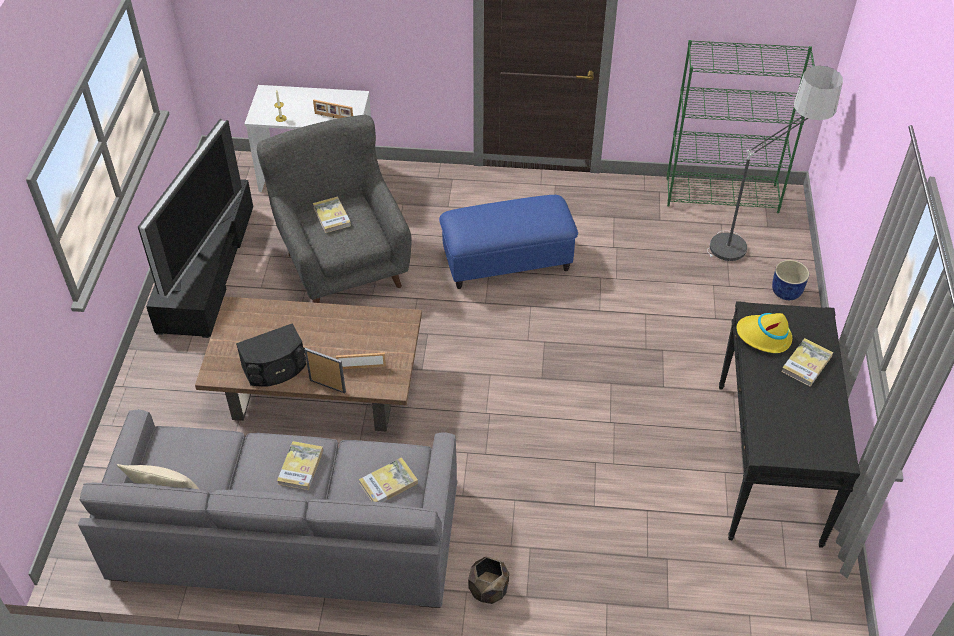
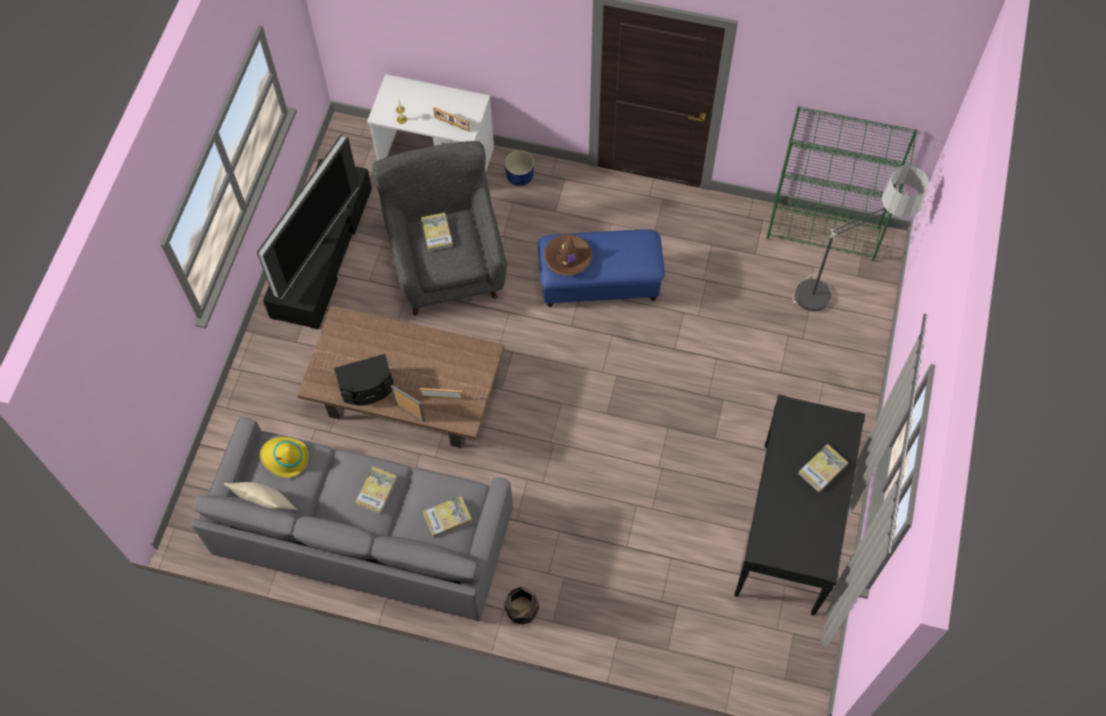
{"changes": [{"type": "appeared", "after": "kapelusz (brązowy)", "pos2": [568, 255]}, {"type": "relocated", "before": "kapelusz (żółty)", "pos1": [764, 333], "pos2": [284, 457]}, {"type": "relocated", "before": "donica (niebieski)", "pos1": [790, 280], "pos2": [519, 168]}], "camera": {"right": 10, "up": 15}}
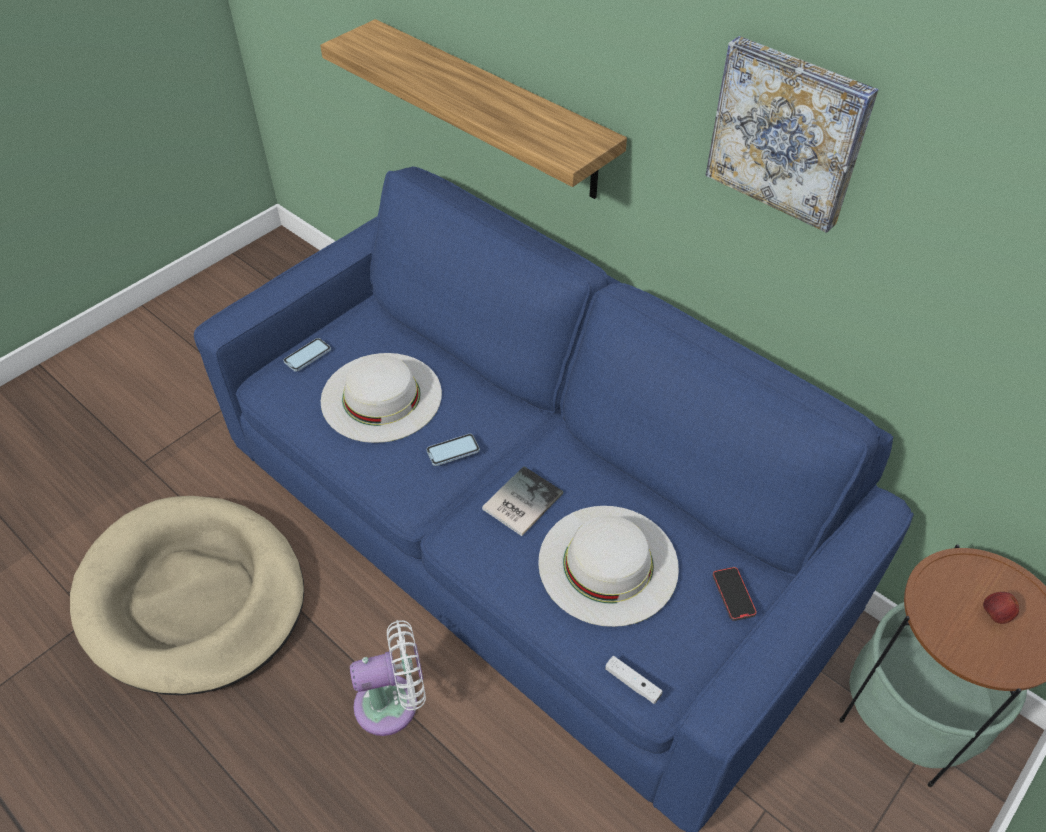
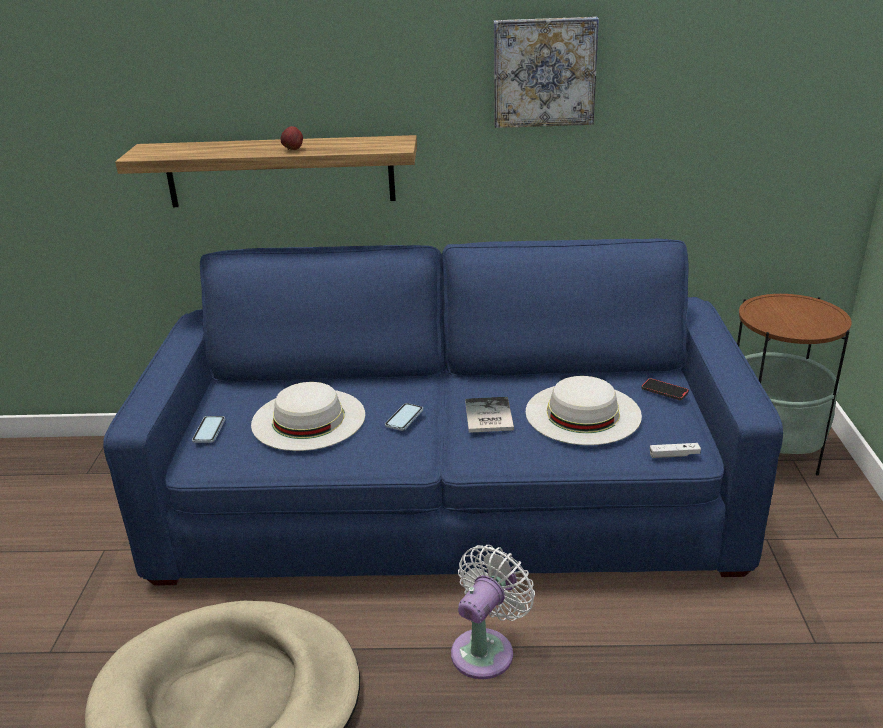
{"changes": [{"type": "relocated", "before": "jabłko", "pos1": [1001, 608], "pos2": [292, 138]}], "camera": {"right": -40, "up": -20}}
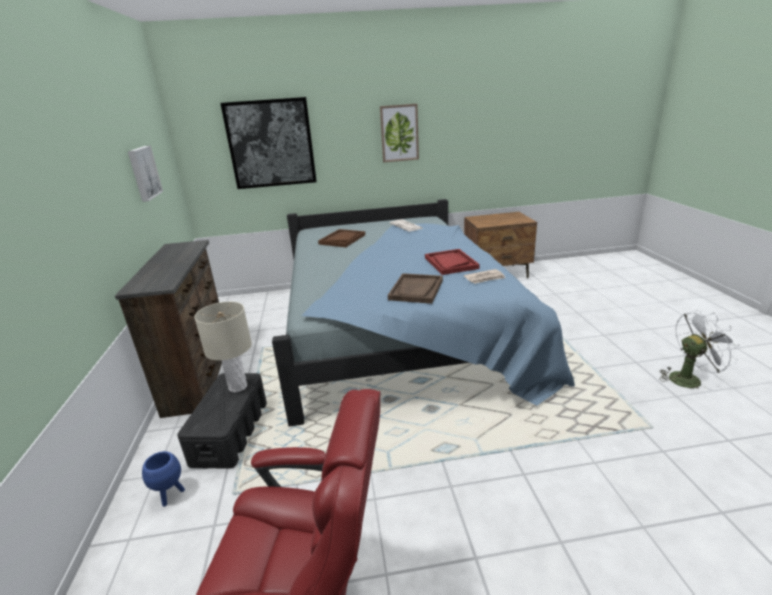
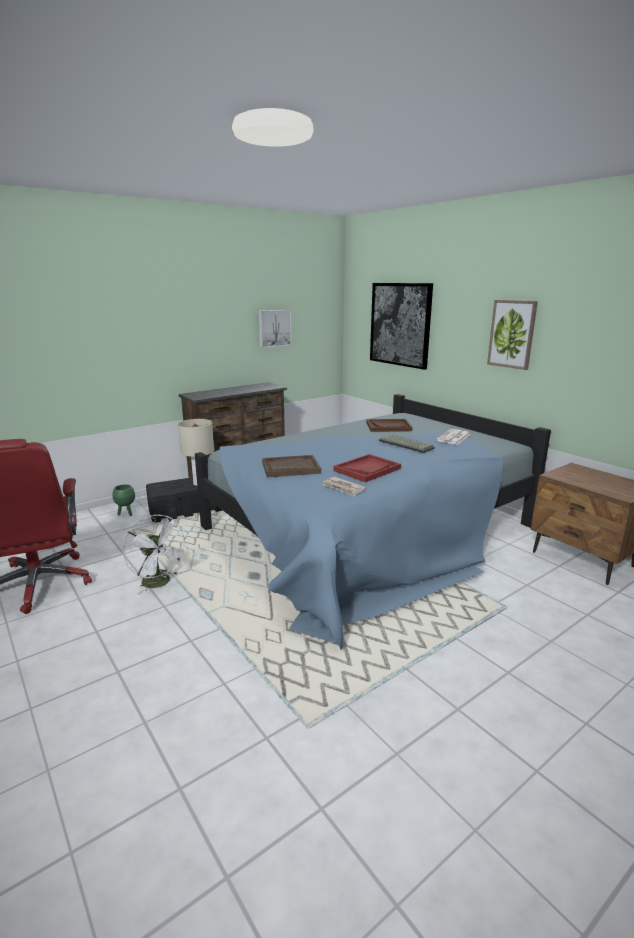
{"changes": [{"type": "appeared", "after": "klawiatura", "pos2": [407, 443]}, {"type": "relocated", "before": "wentylator (biały)", "pos1": [700, 351], "pos2": [155, 555]}, {"type": "colour", "before": "donica (niebieski)", "after": "donica (zielony)", "pos1": [163, 479], "pos2": [124, 500]}], "camera": {"right": 60, "up": -5}}
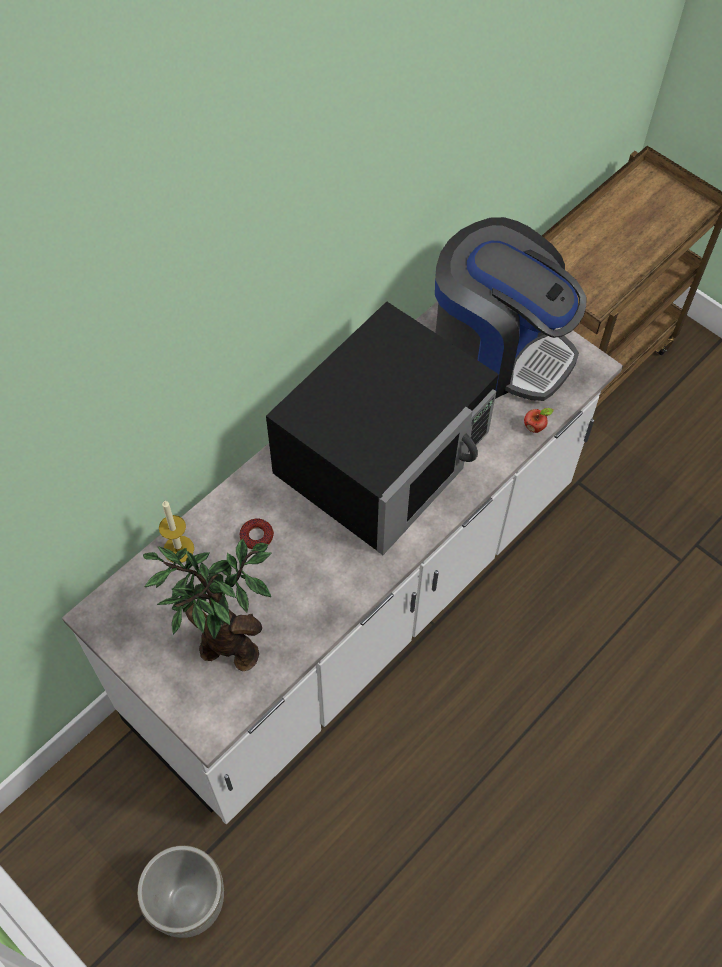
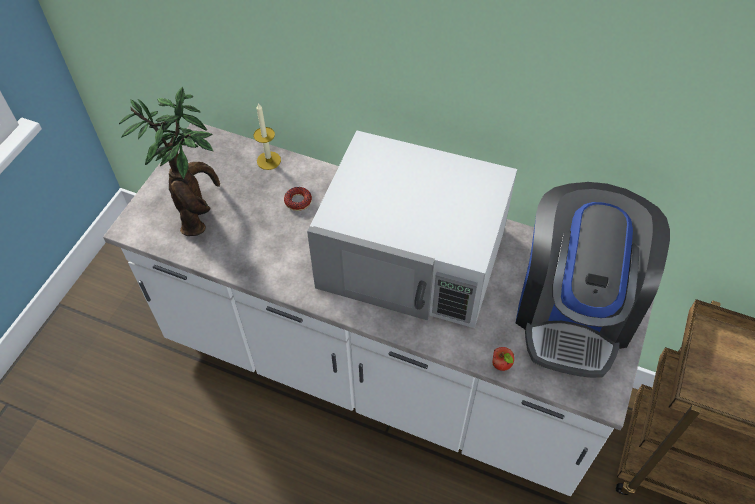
{"changes": [{"type": "missing", "before": "donica (szary)", "pos1": [180, 891]}, {"type": "colour", "before": "mikrofalówka (czarny)", "after": "mikrofalówka (biały)", "pos1": [382, 428], "pos2": [412, 229]}], "camera": {"right": 70, "up": -5}}
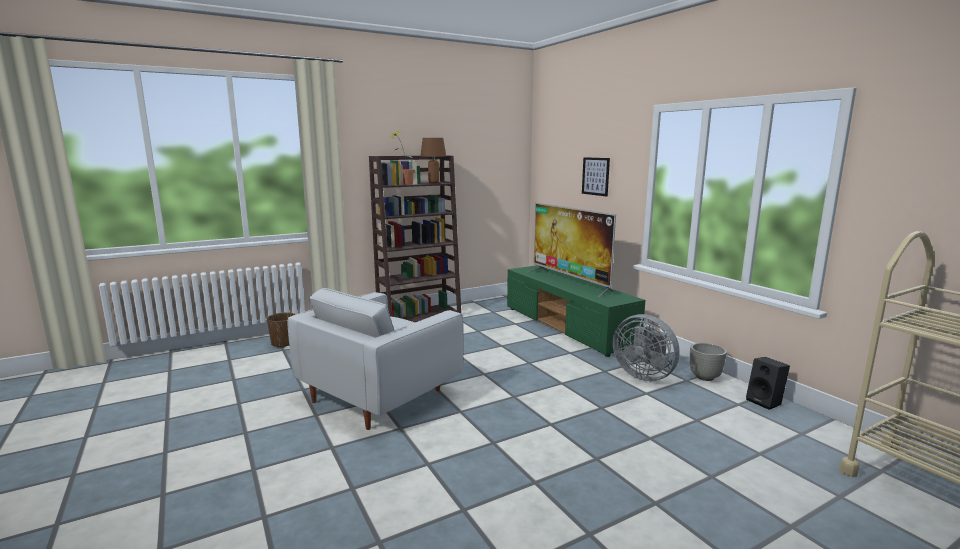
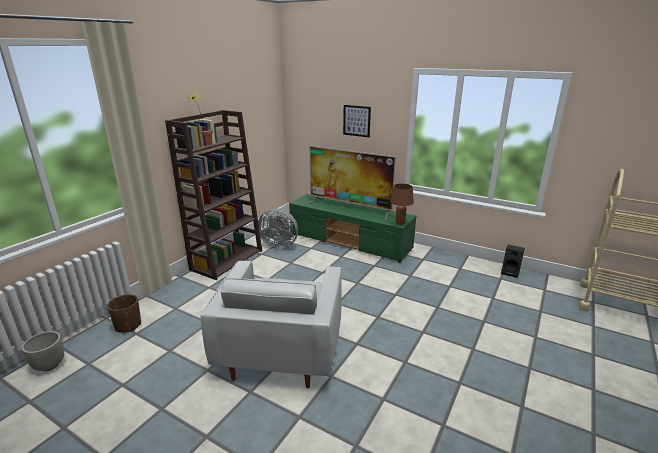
{"changes": [{"type": "relocated", "before": "lampa stołowa (brązowy)", "pos1": [433, 160], "pos2": [402, 204]}, {"type": "relocated", "before": "wentylator (szary)", "pos1": [646, 347], "pos2": [278, 228]}, {"type": "relocated", "before": "donica (szary)", "pos1": [708, 362], "pos2": [42, 351]}], "camera": {"right": -30, "up": 10}}
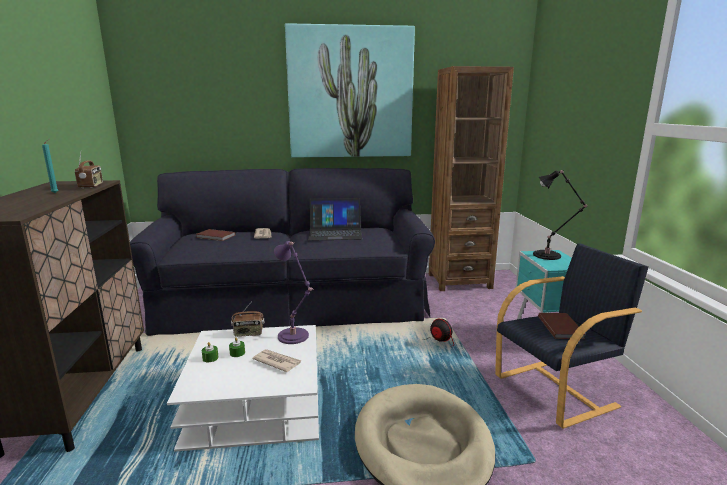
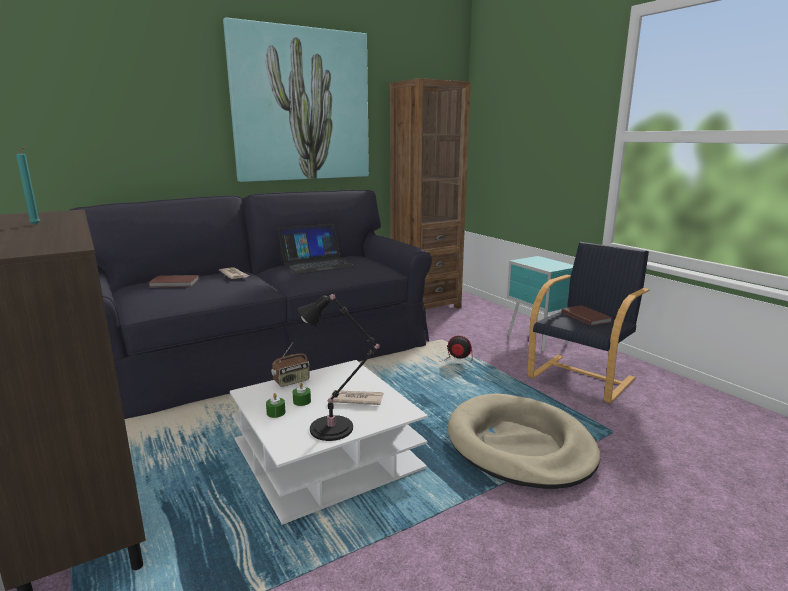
{"changes": [{"type": "missing", "before": "radio", "pos1": [89, 170]}, {"type": "missing", "before": "lampa stołowa (fioletowy)", "pos1": [294, 292]}, {"type": "relocated", "before": "lampa stołowa (czarny)", "pos1": [560, 215], "pos2": [338, 367]}], "camera": {"right": -25, "up": 0}}
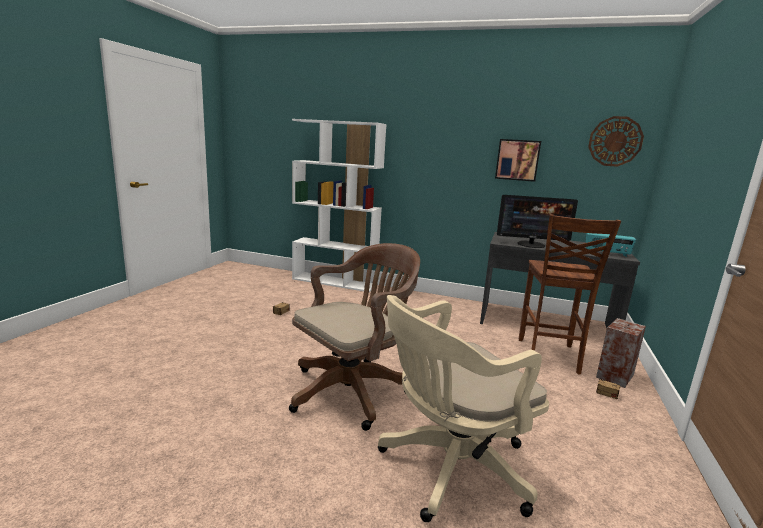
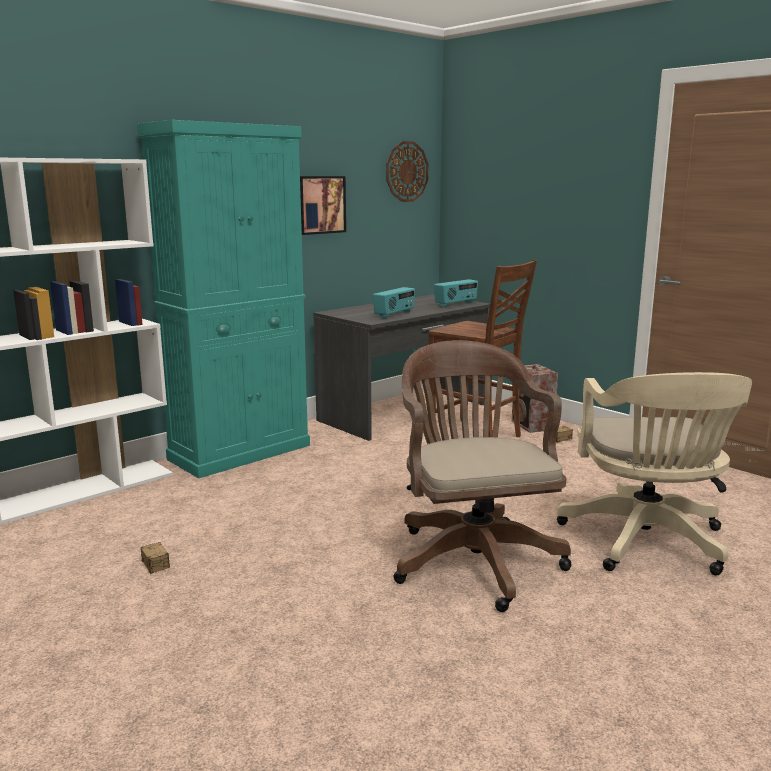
{"changes": [{"type": "appeared", "after": "szafka (turkusowy)", "pos2": [223, 299]}, {"type": "exchanged", "before": "monitor", "after": "radio", "pos1": [537, 221], "pos2": [394, 302]}], "camera": {"right": -60, "up": 0}}
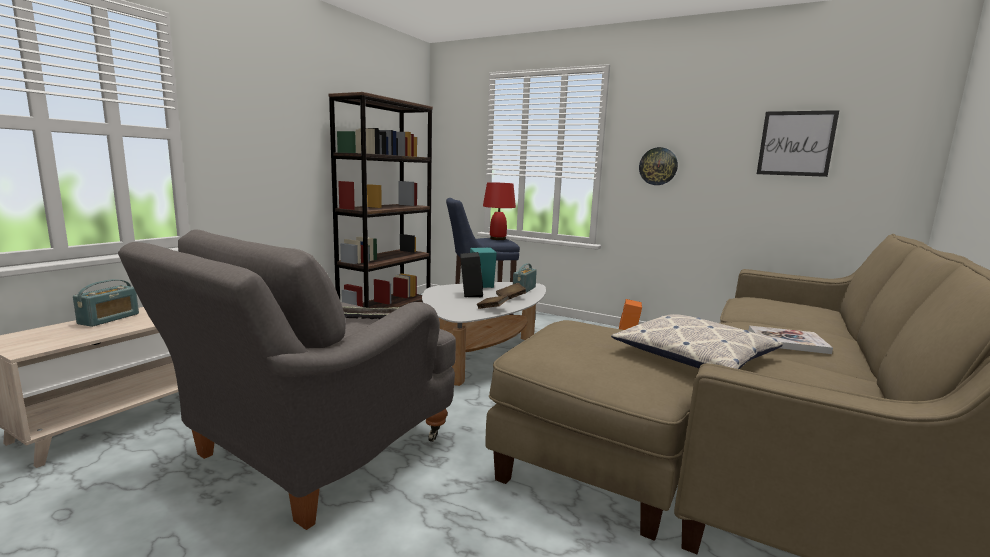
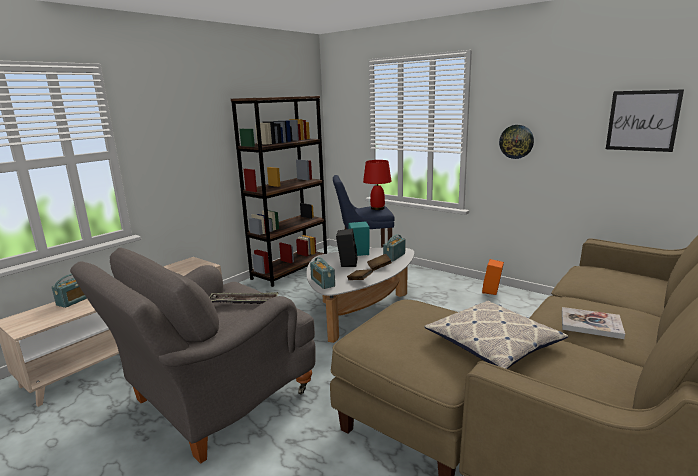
{"changes": [{"type": "appeared", "after": "radio", "pos2": [322, 273]}], "camera": {"right": 10, "up": 5}}
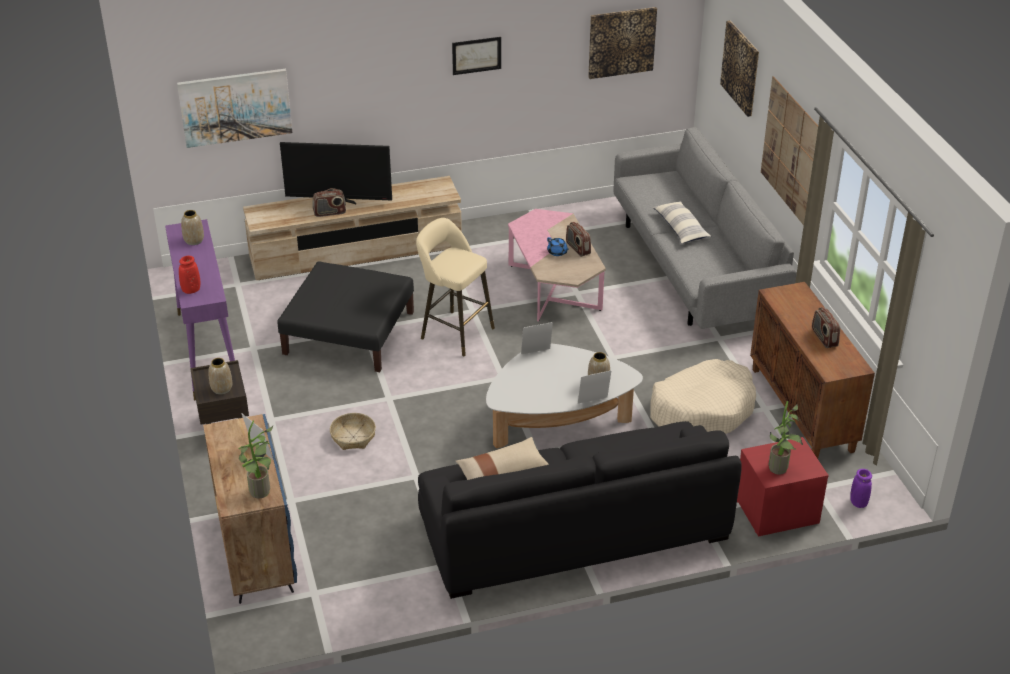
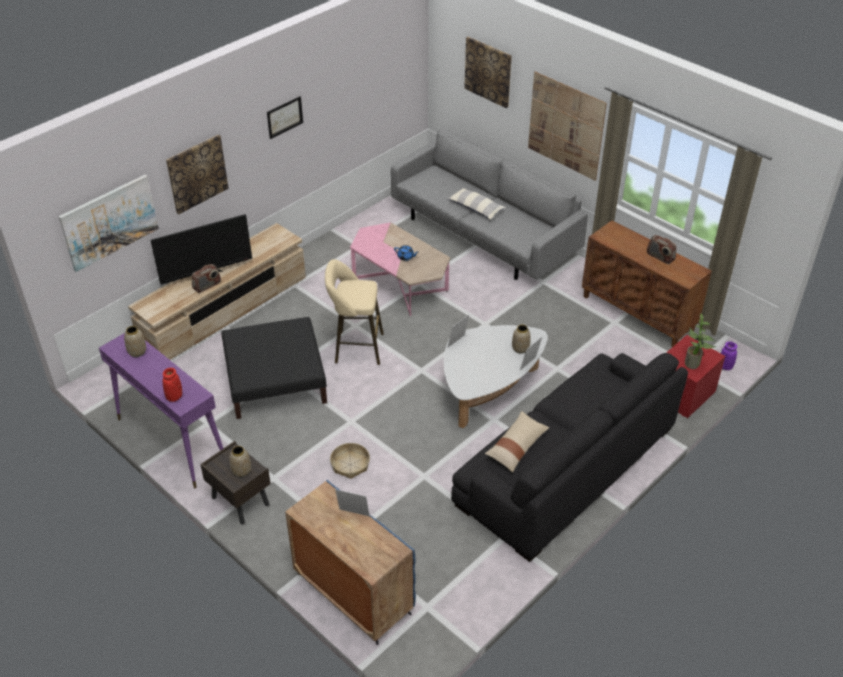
{"changes": [{"type": "missing", "before": "roślina doniczkowa", "pos1": [256, 460]}, {"type": "missing", "before": "radio", "pos1": [578, 239]}, {"type": "missing", "before": "legowisko (beżowy)", "pos1": [703, 396]}, {"type": "relocated", "before": "obraz", "pos1": [622, 43], "pos2": [197, 174]}], "camera": {"right": -30, "up": 5}}
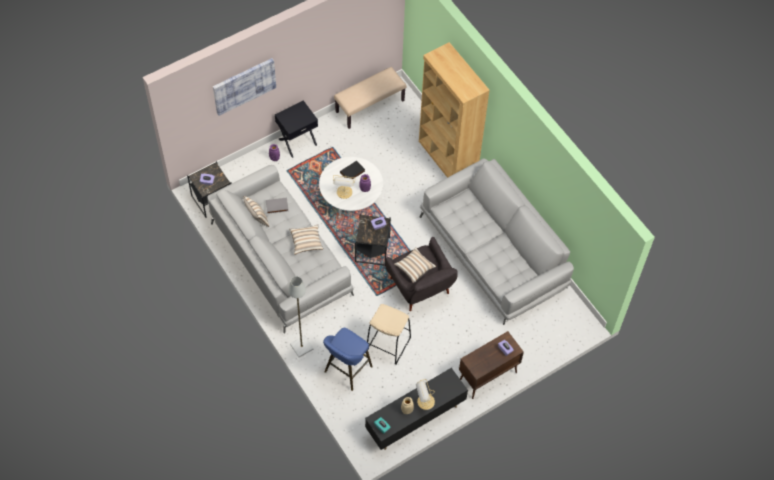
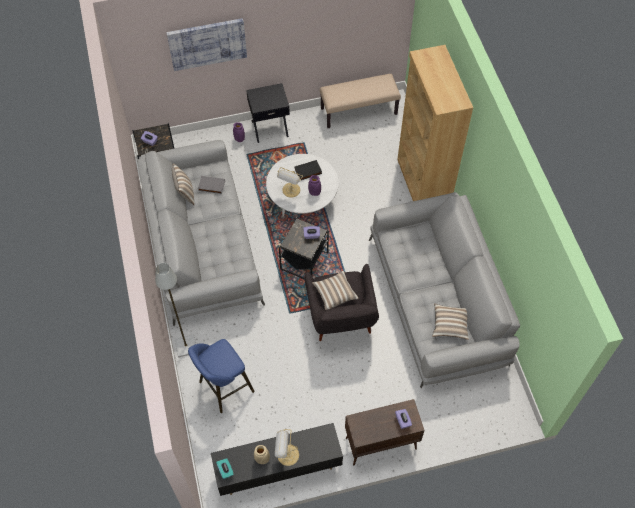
{"changes": [{"type": "missing", "before": "stołek (beżowy)", "pos1": [389, 334]}, {"type": "relocated", "before": "poduszka", "pos1": [306, 239], "pos2": [450, 321]}], "camera": {"right": 20, "up": 0}}
